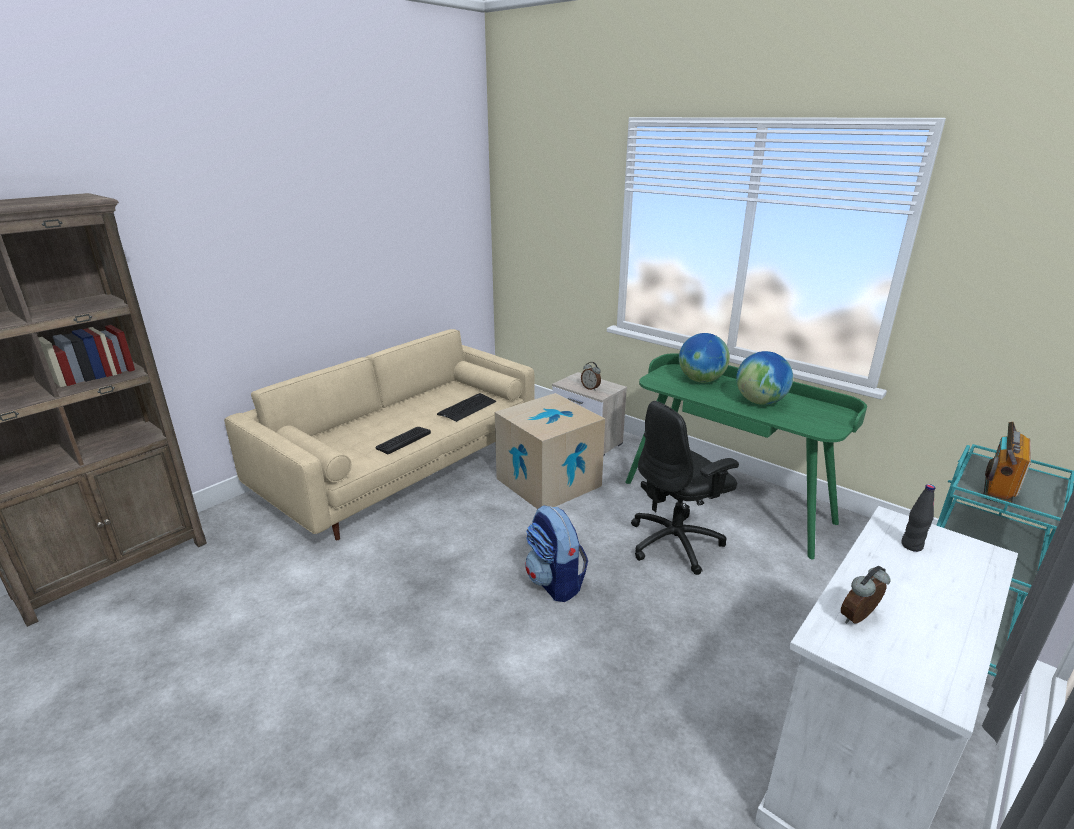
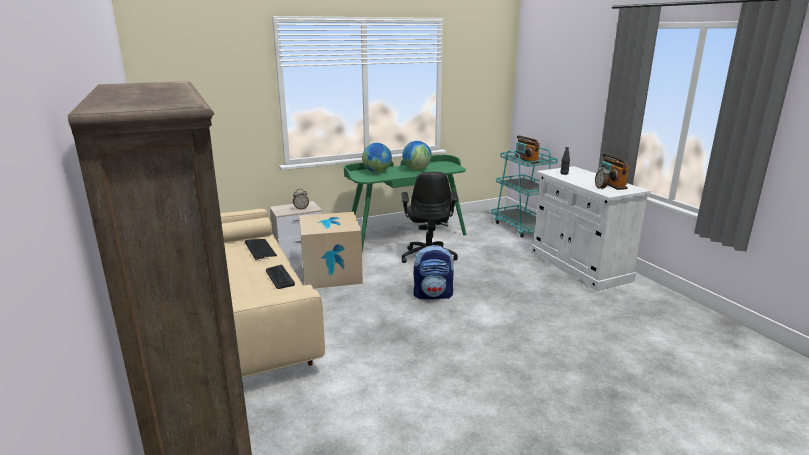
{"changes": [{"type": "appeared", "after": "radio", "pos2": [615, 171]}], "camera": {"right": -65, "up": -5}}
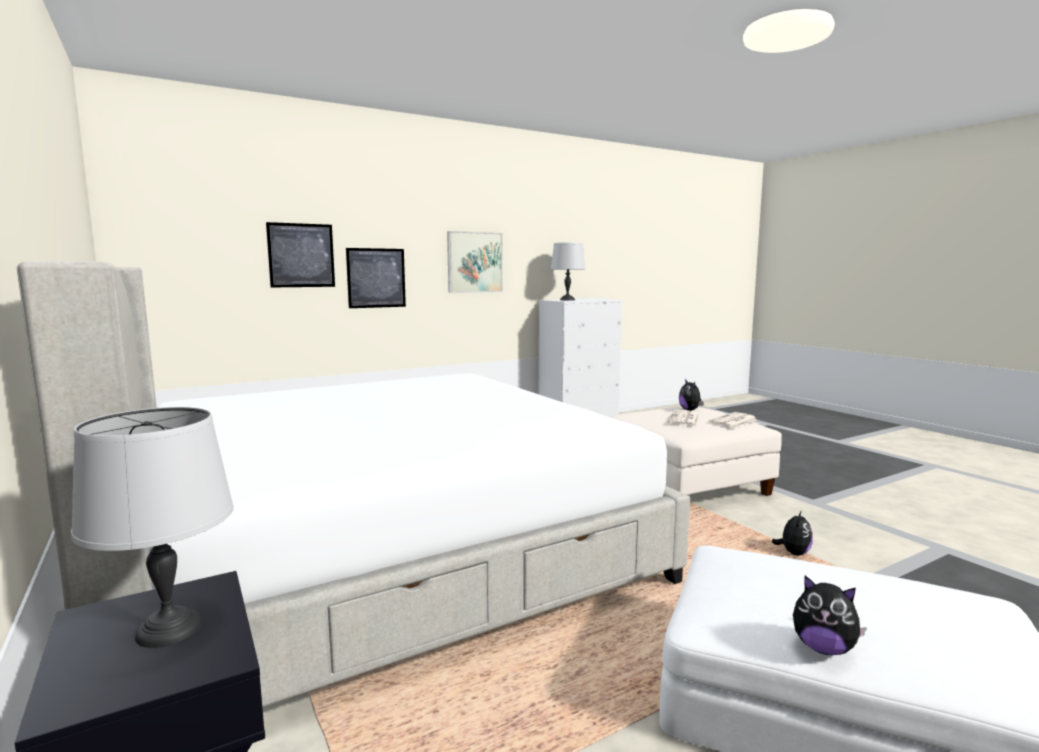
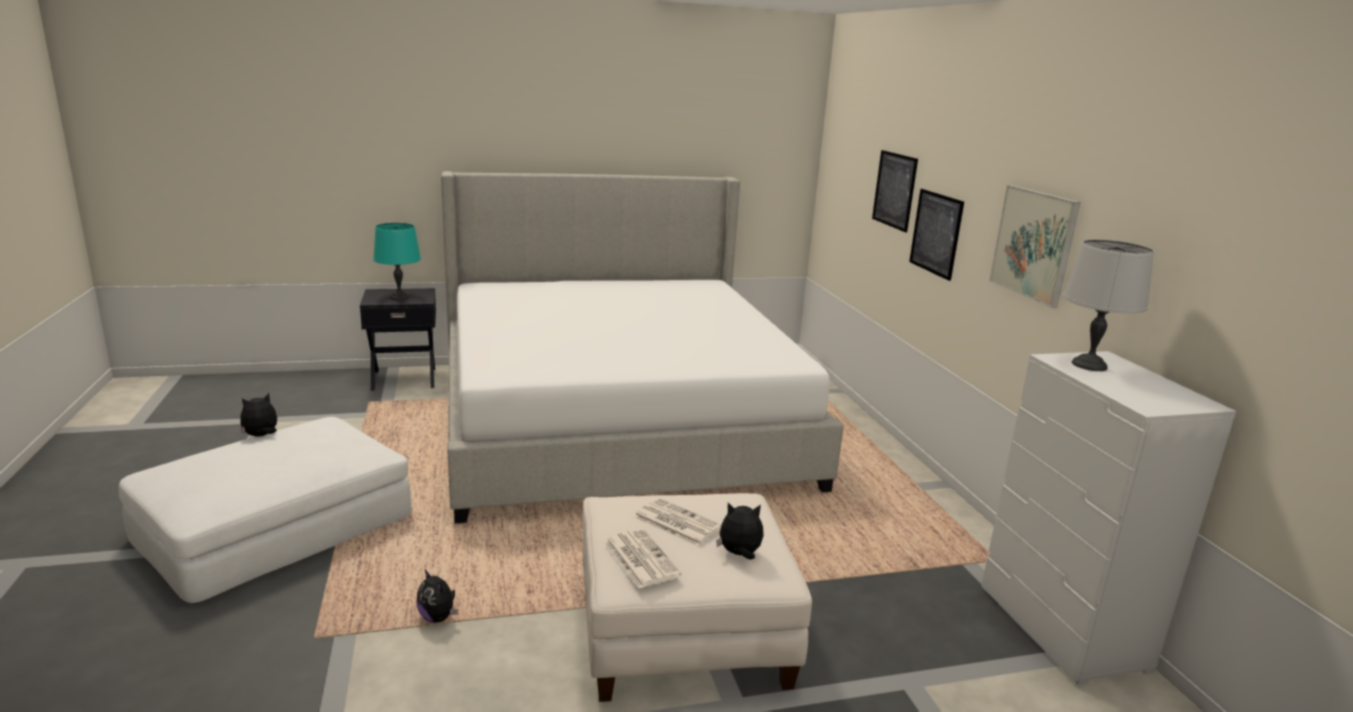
{"changes": [{"type": "colour", "before": "lampa stołowa (szary)", "after": "lampa stołowa (turkusowy)", "pos1": [152, 527], "pos2": [397, 261]}], "camera": {"right": 105, "up": 10}}
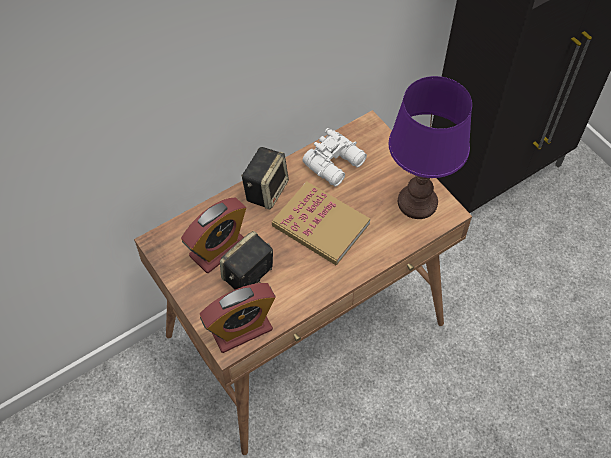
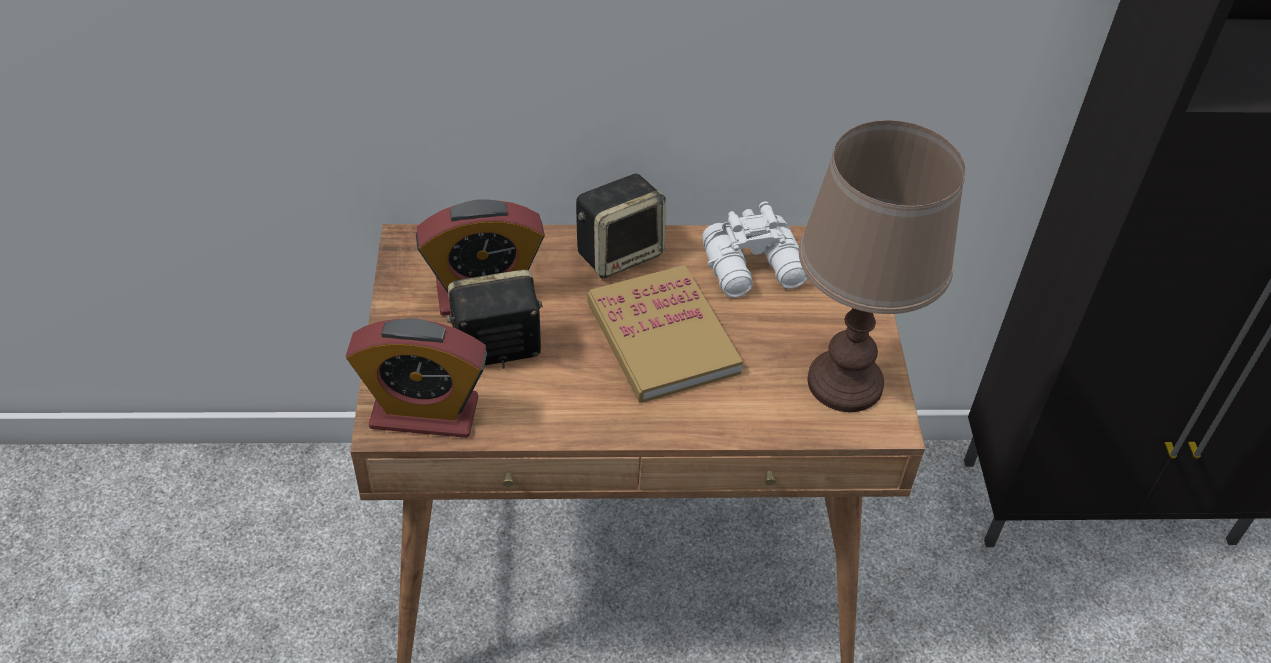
{"changes": [{"type": "colour", "before": "lampa stołowa (fioletowy)", "after": "lampa stołowa (brązowy)", "pos1": [430, 147], "pos2": [882, 266]}], "camera": {"right": 30, "up": -10}}
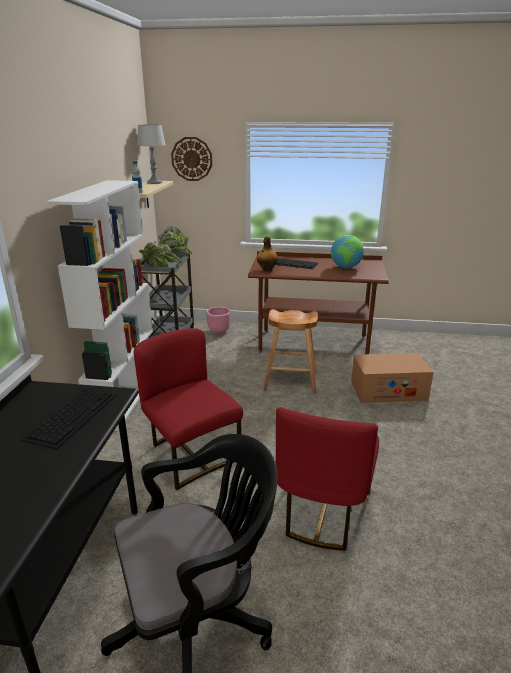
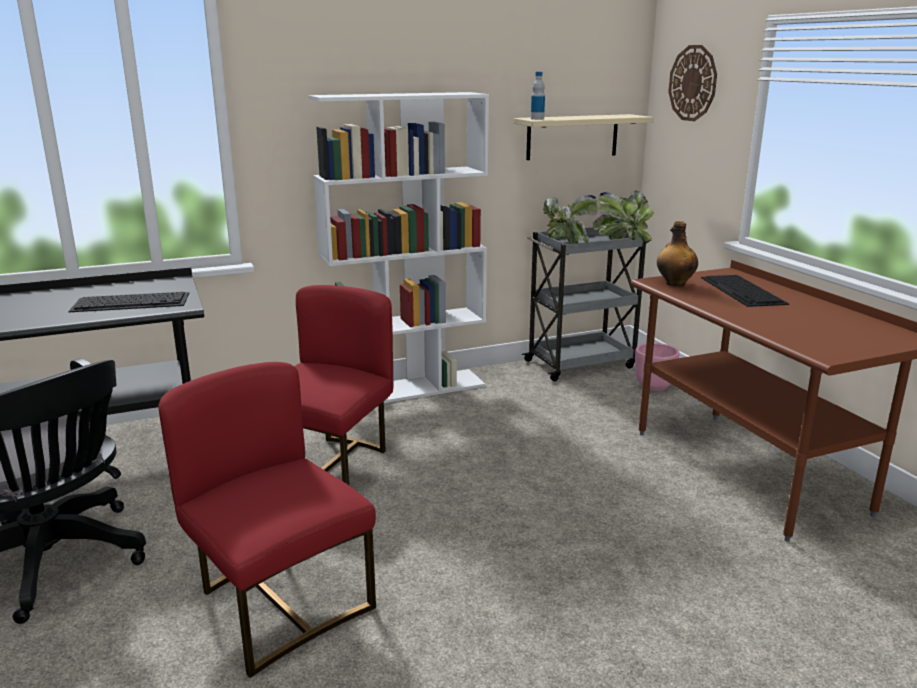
{"changes": [{"type": "missing", "before": "lampa stołowa (szary)", "pos1": [151, 154]}, {"type": "missing", "before": "stołek (brązowy)", "pos1": [290, 351]}, {"type": "missing", "before": "globus", "pos1": [347, 251]}, {"type": "missing", "before": "karton", "pos1": [392, 378]}, {"type": "spun", "before": "krzesło (czerwony)", "pos1": [327, 479], "pos2": [267, 520], "turn": 60}], "camera": {"right": 60, "up": -5}}
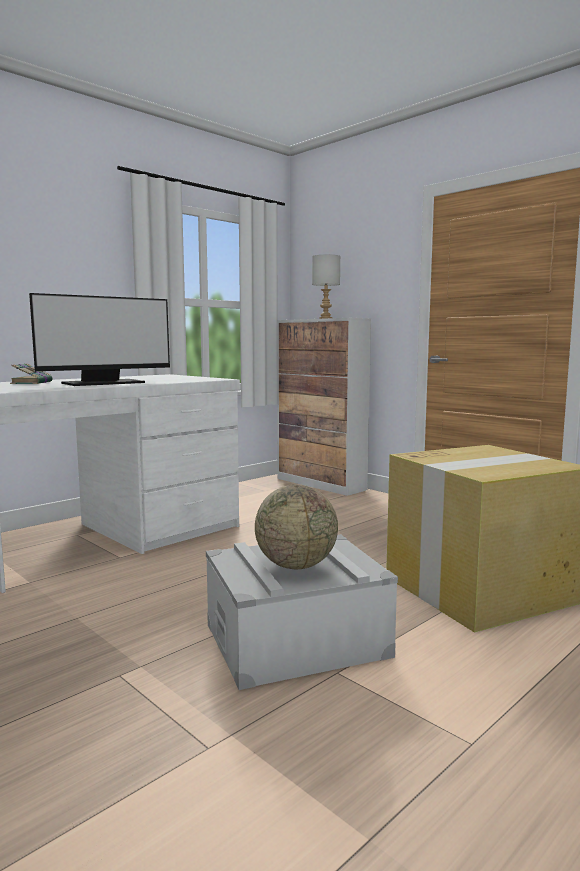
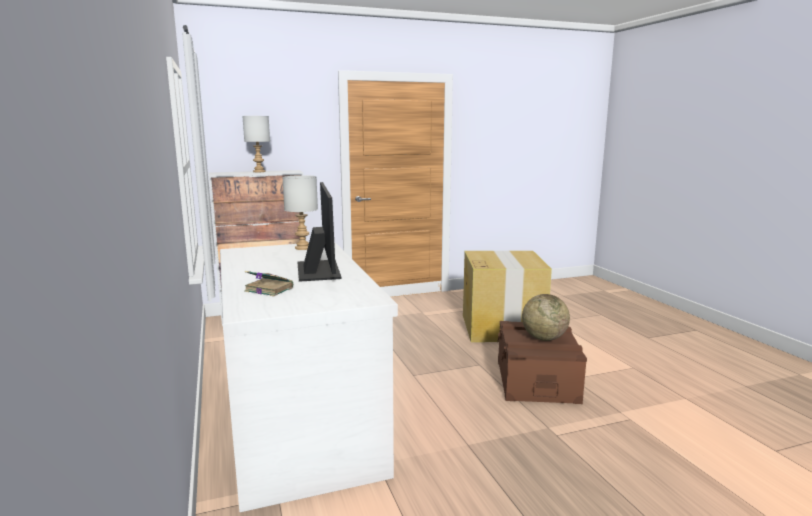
{"changes": [{"type": "appeared", "after": "lampa stołowa (szary)", "pos2": [300, 212]}, {"type": "colour", "before": "pojemnik do przechowywania (szary)", "after": "pojemnik do przechowywania (brązowy)", "pos1": [302, 612], "pos2": [542, 362]}], "camera": {"right": -65, "up": 5}}
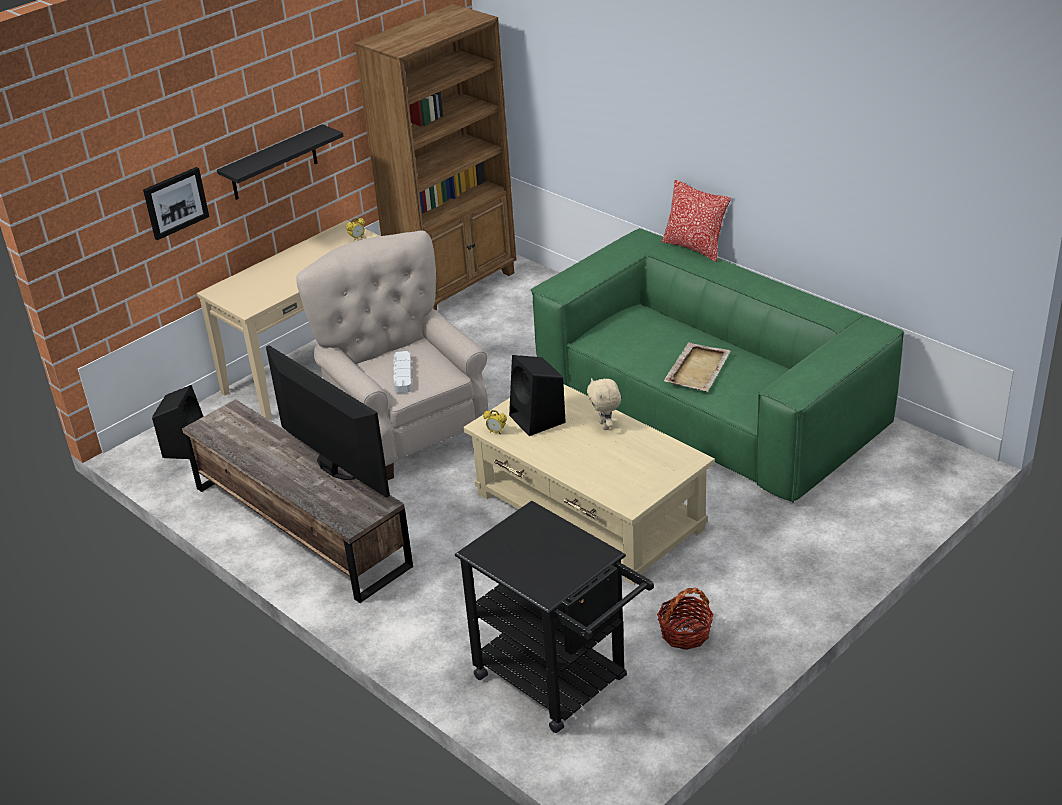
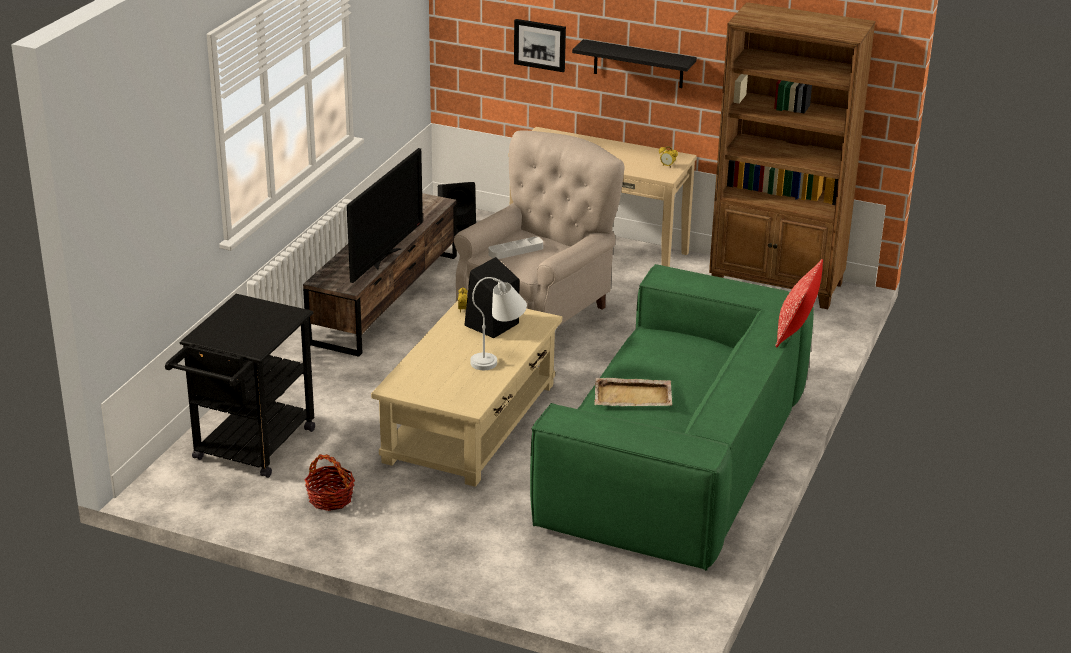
{"changes": [{"type": "exchanged", "before": "pluszak (beżowy)", "after": "lampa stołowa (biały)", "pos1": [604, 404], "pos2": [498, 323]}], "camera": {"right": 65, "up": -5}}
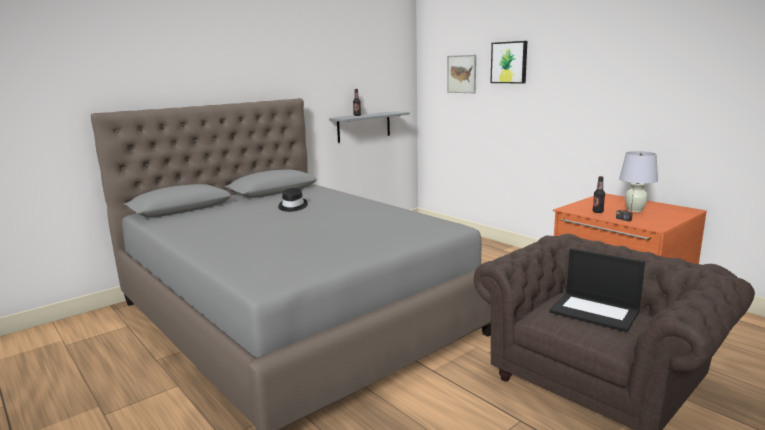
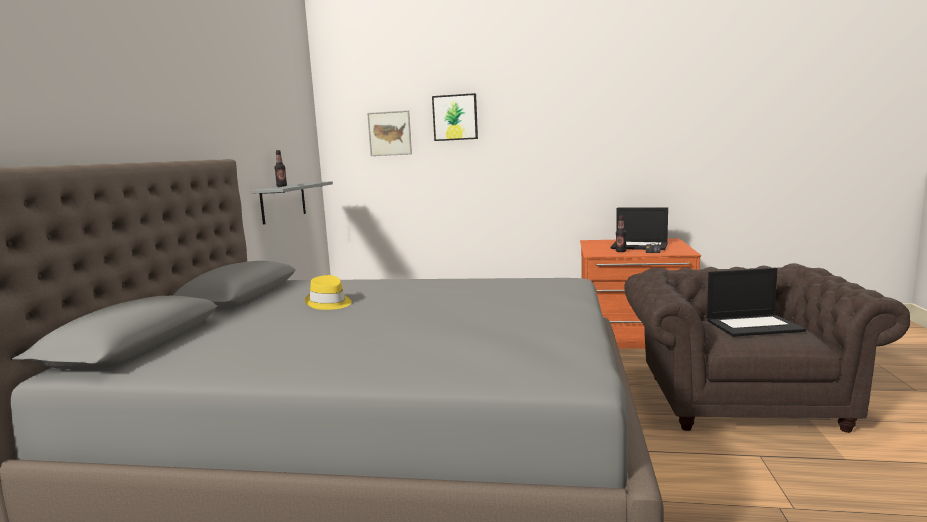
{"changes": [{"type": "exchanged", "before": "lampa stołowa (biały)", "after": "laptop", "pos1": [638, 181], "pos2": [639, 228]}, {"type": "colour", "before": "kapelusz (czarny)", "after": "kapelusz (żółty)", "pos1": [293, 200], "pos2": [328, 292]}], "camera": {"right": -40, "up": -5}}
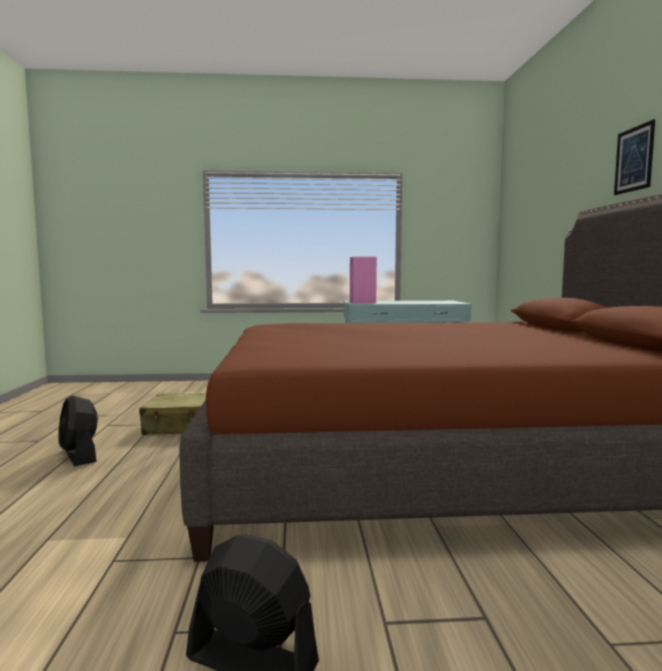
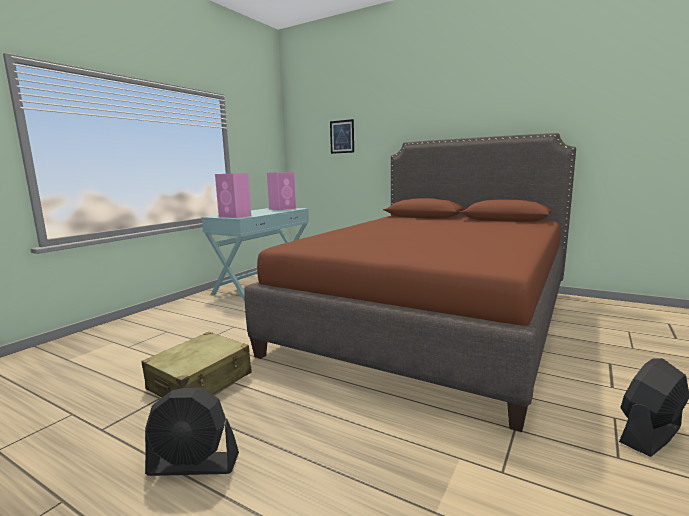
{"changes": [{"type": "appeared", "after": "głośnik (różowy)", "pos2": [281, 191]}, {"type": "relocated", "before": "obraz", "pos1": [634, 157], "pos2": [342, 136]}], "camera": {"right": -55, "up": 5}}
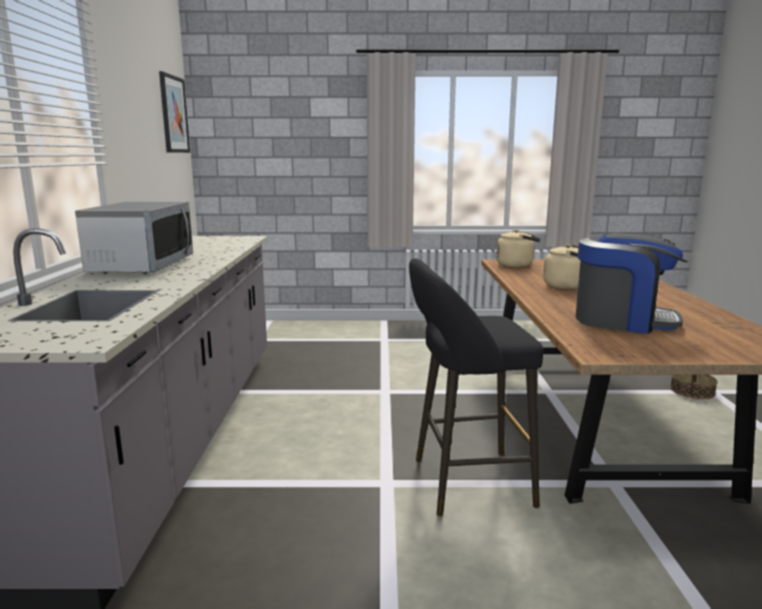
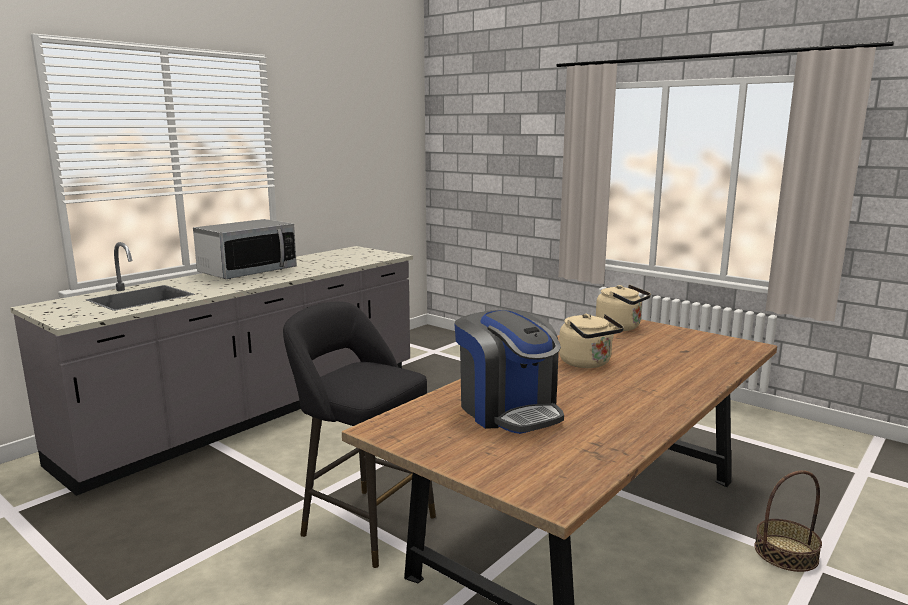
{"changes": [{"type": "missing", "before": "obraz", "pos1": [174, 112]}], "camera": {"right": 40, "up": 0}}
